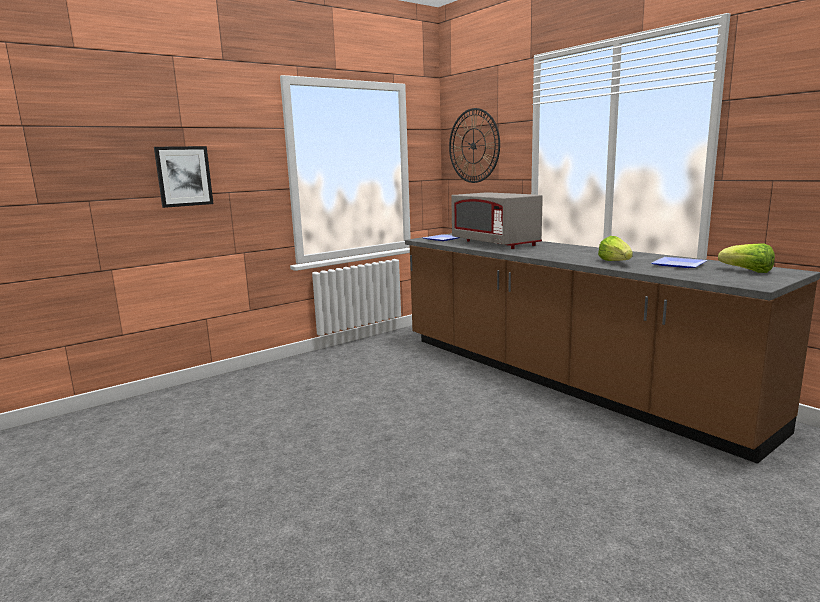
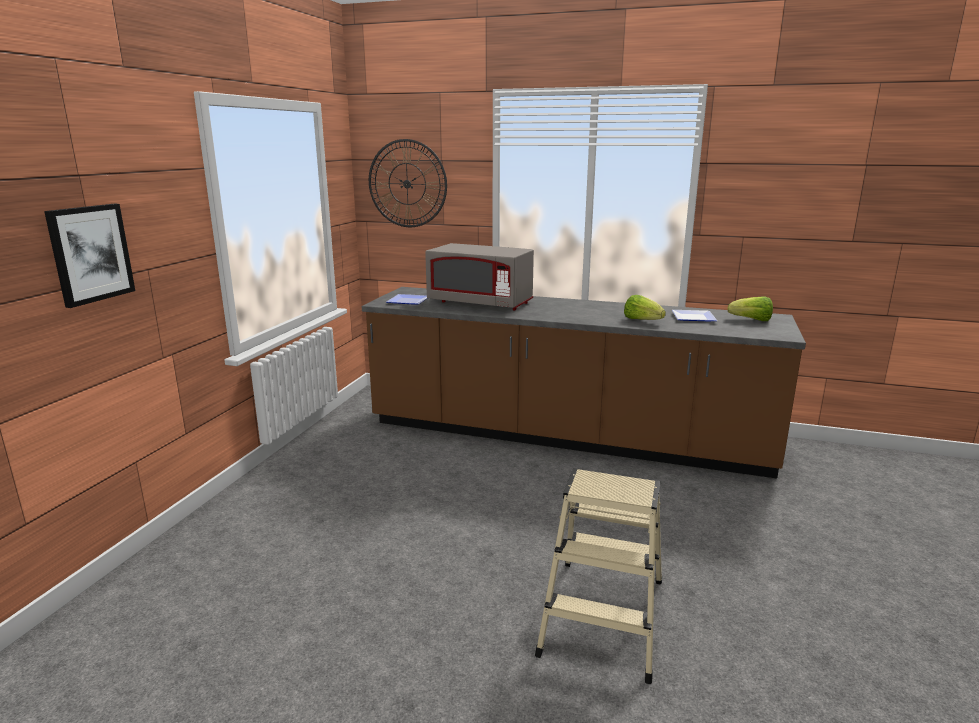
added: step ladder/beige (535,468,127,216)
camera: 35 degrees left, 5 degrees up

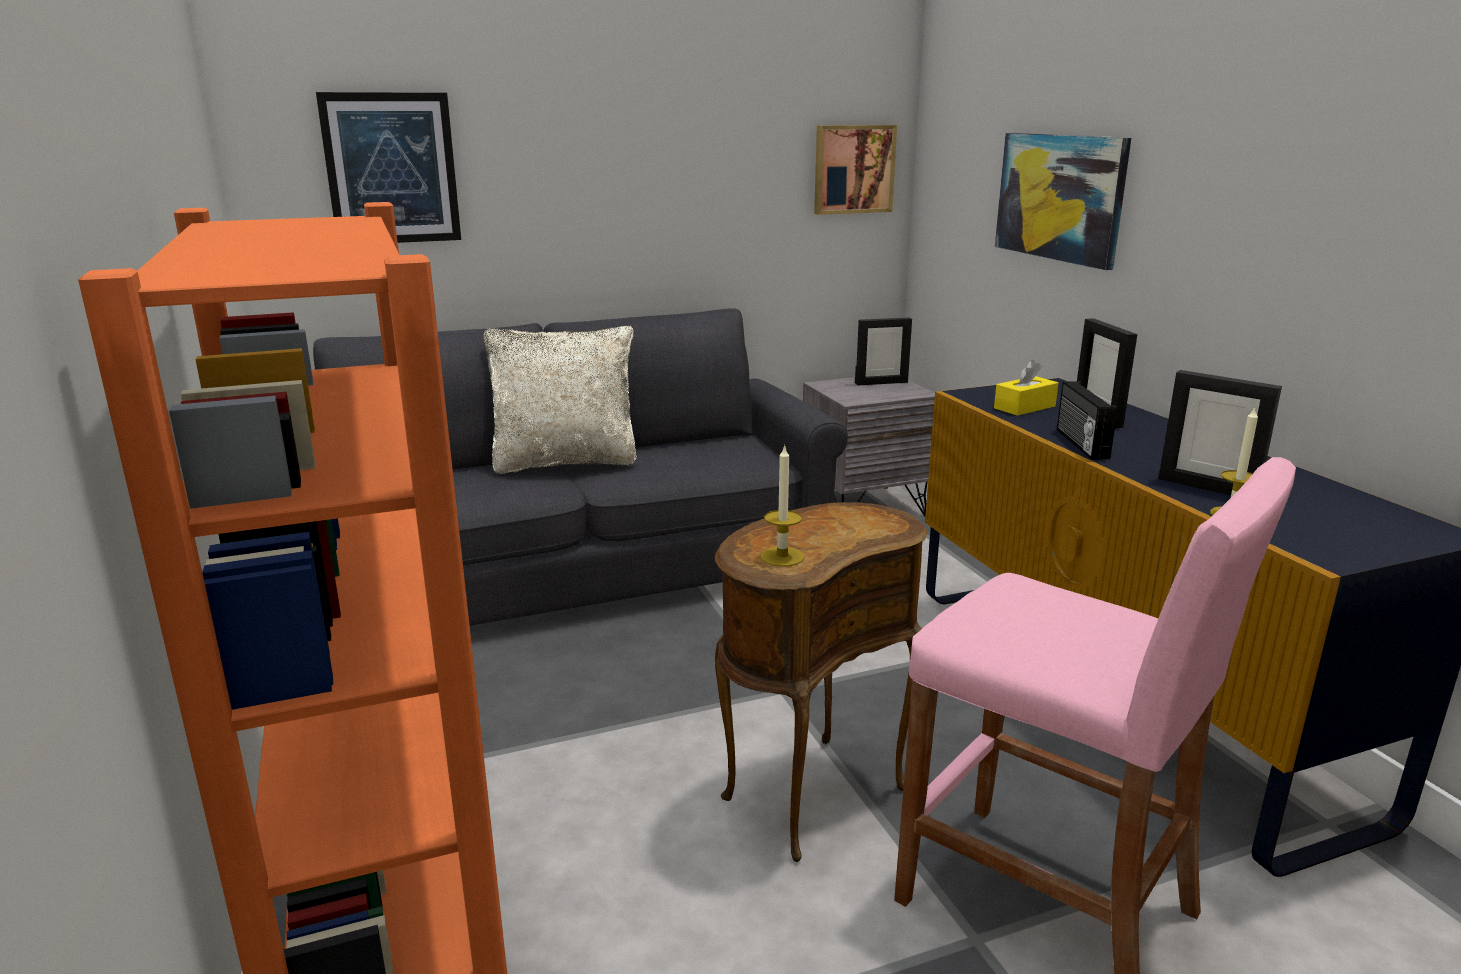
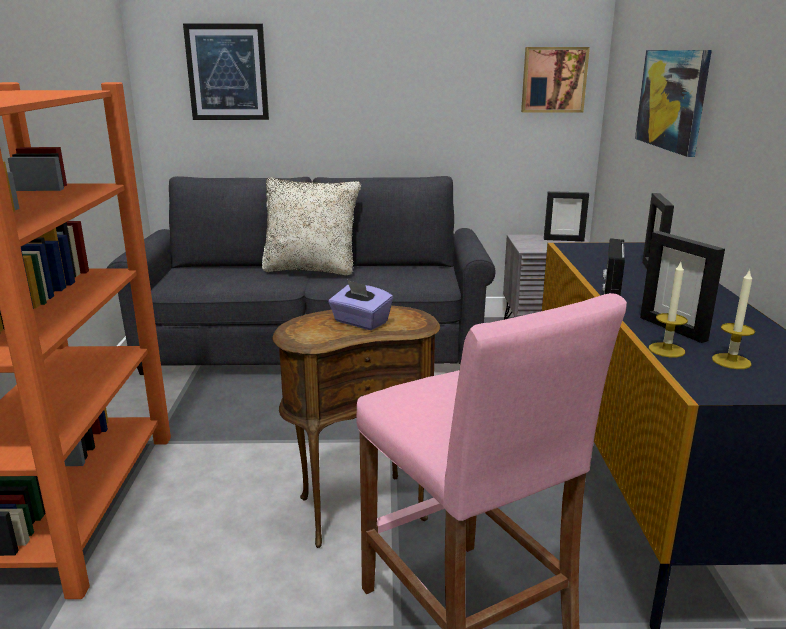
removed: tissue box/yellow (994,360,64,56)
added: tissue box/purple (329,280,64,50)
moved: candle (760,444,44,123) to (712,269,43,100)
camera: 20 degrees right, 0 degrees up

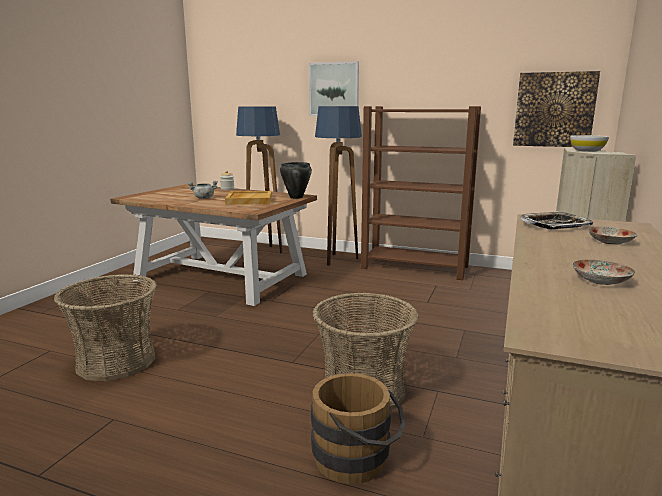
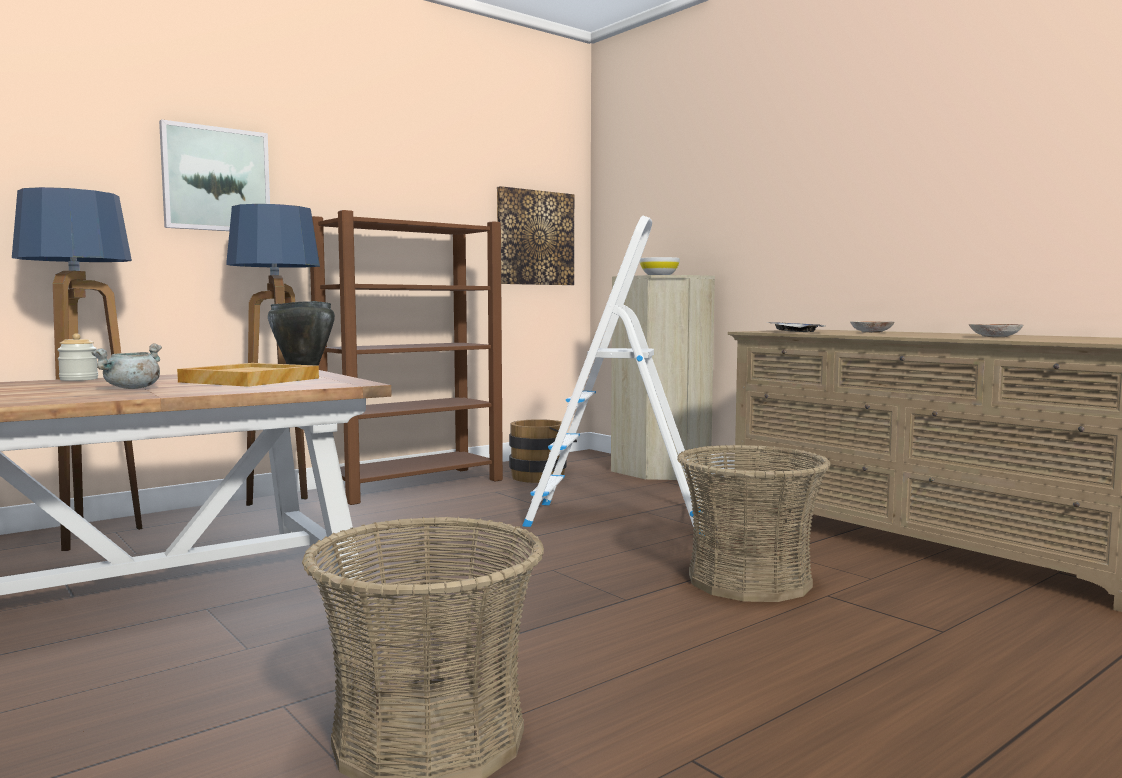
added: step ladder/white (522,216,183,320)
moved: bucket/brown (311,373,94,111) to (509,419,68,64)
camera: 60 degrees left, 10 degrees down

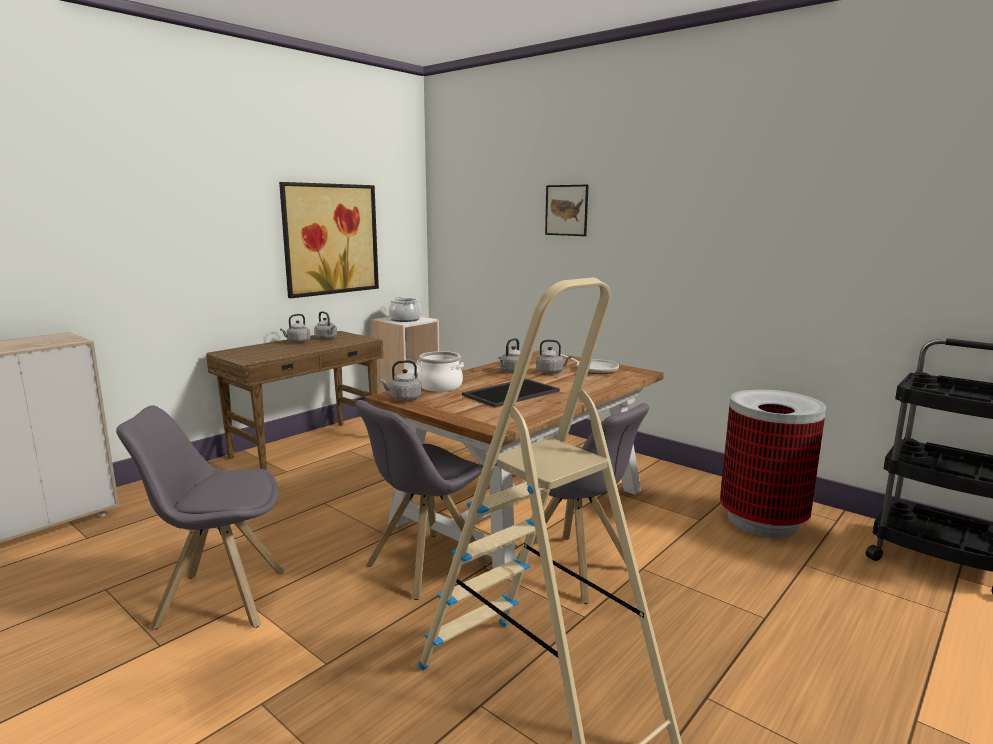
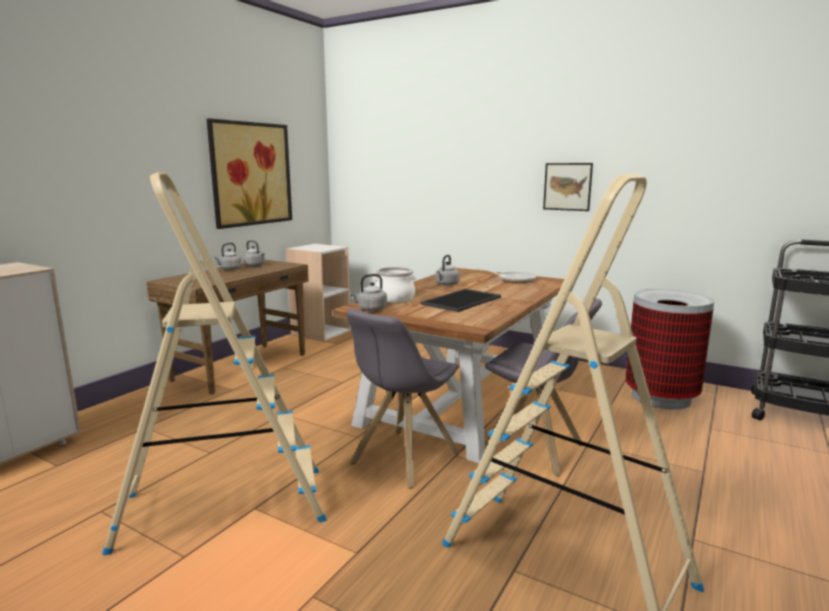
removed: cooking pot (388,297,33,25); kettle/grey (536,340,36,34)
moved: picture (545,185,44,51) to (543,163,50,48)
replaced: chair/grey (116,405,169,225) to step ladder/beige (102,172,225,383)
camera: 10 degrees left, 0 degrees up

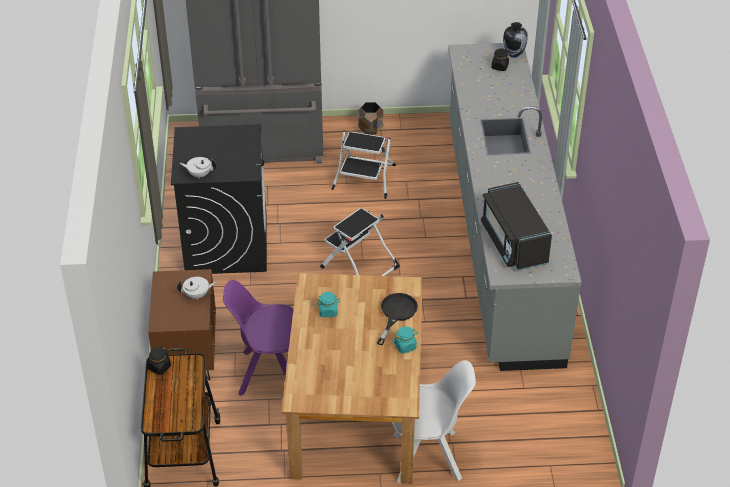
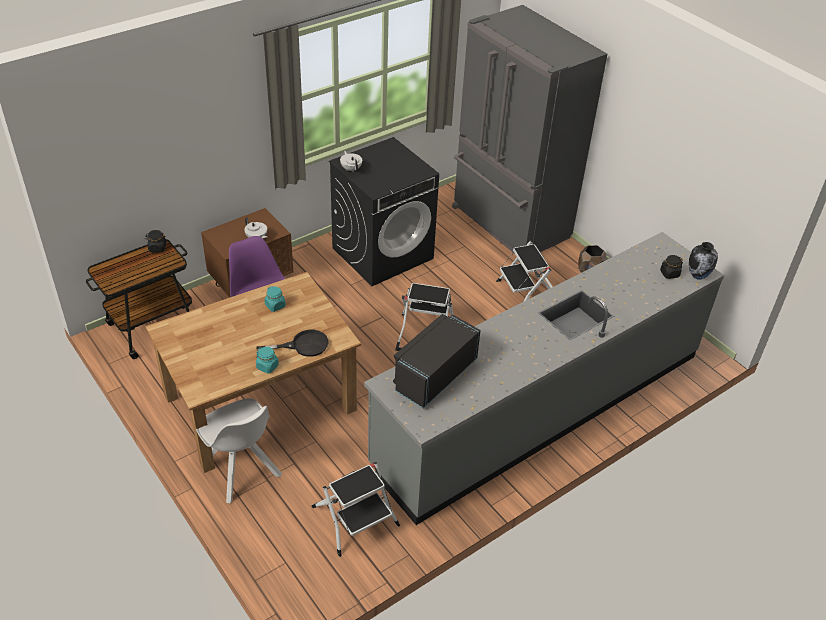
added: step ladder (311,462,89,95)
camera: 55 degrees right, 0 degrees up

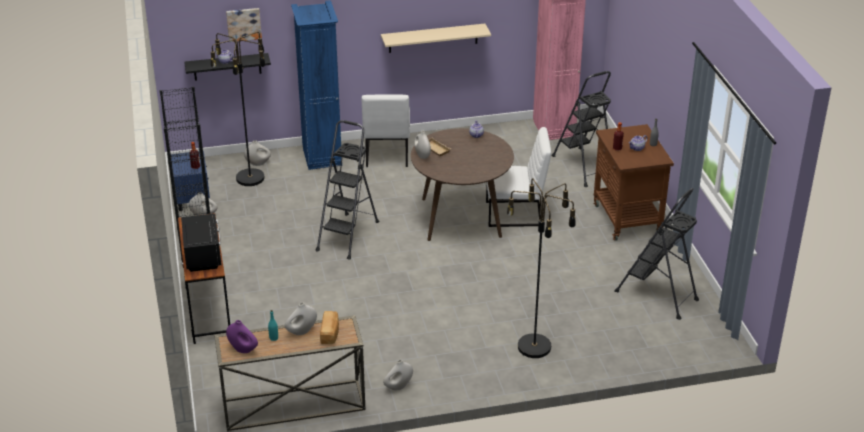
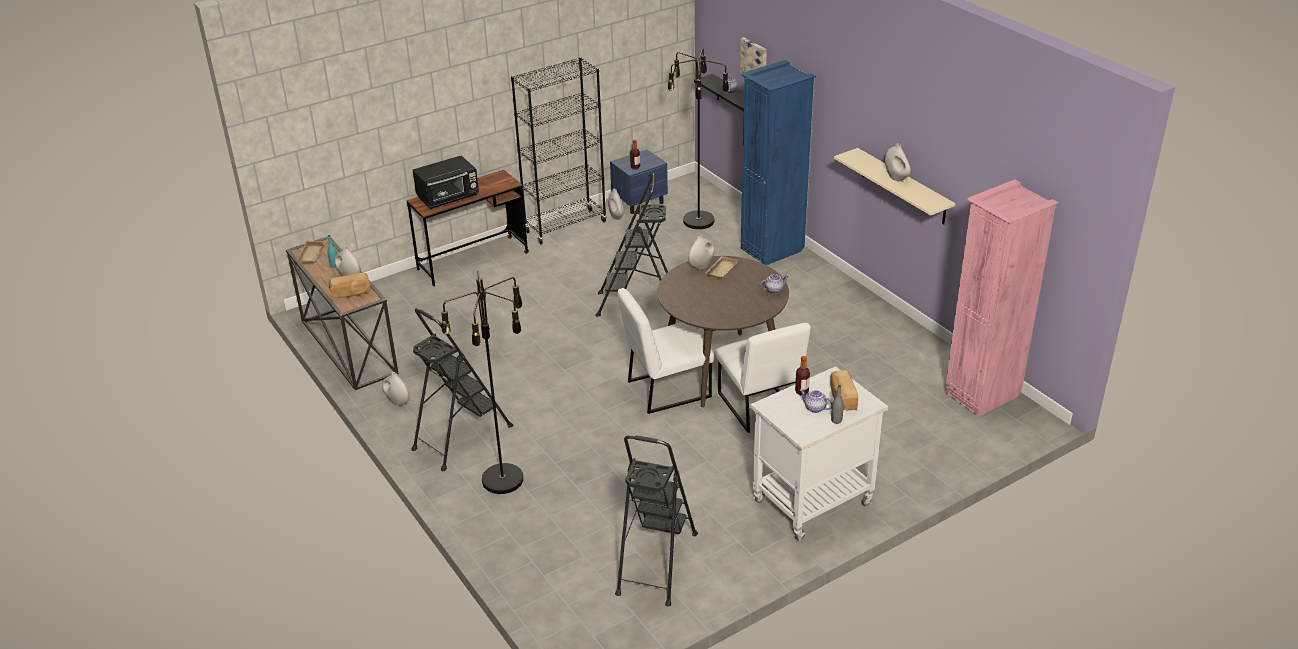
added: bread (830,370,28,40)
moved: step ladder (551,71,60,116) to (411,308,103,163); chair/white (362,94,48,73) to (618,288,96,126); vase/white (244,140,27,26) to (885,144,26,37)
replaced: vase/purple (226,320,32,33) to tray/beige (297,241,27,23)
recoloured: cart/brown (593,124,81,117) to cart/white (751,366,137,175)
camera: 70 degrees right, 0 degrees up

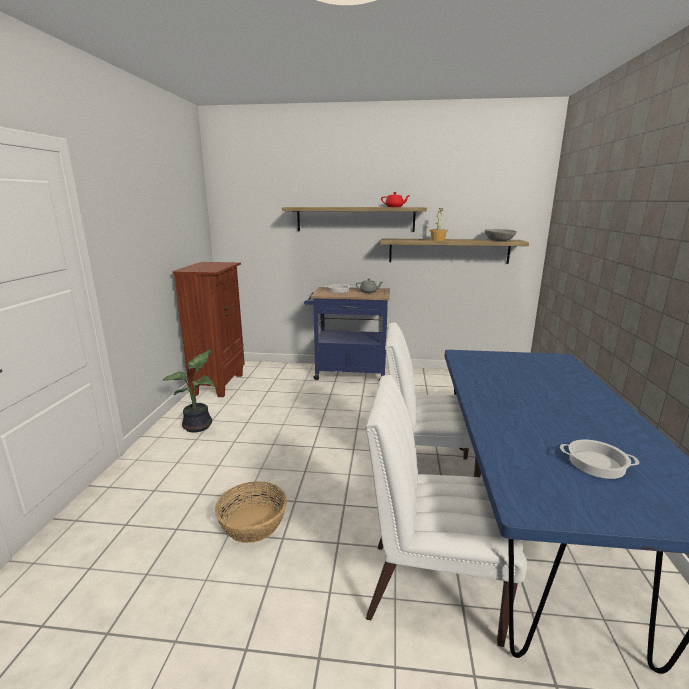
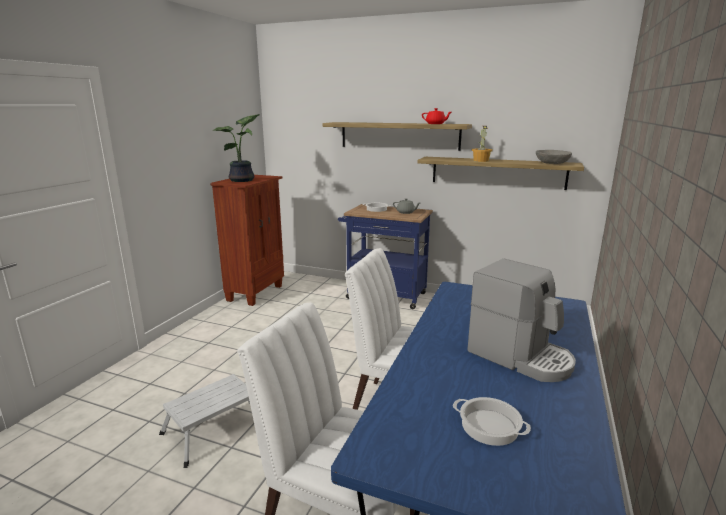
added: coffee machine (467,259,109,123)
moved: potted plant (162,350,52,82) to (214,114,45,68)
replaced: basket (215,481,72,62) to step ladder/white (159,374,91,94)
camera: 15 degrees right, 0 degrees up

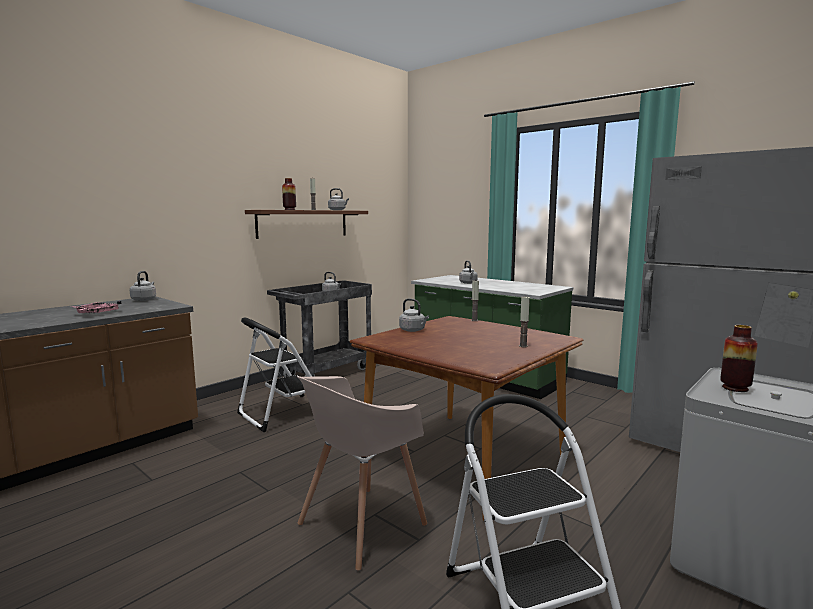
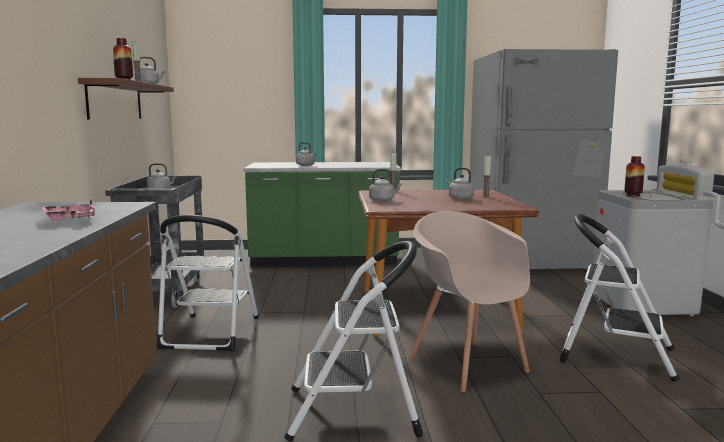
added: step ladder (284,241,139,200)
moved: kettle/grey (130,271,26,30) to (446,168,28,32)
turned: chair/beige (297,376,130,195) = (409,211,121,181) 150 degrees clockwise
camera: 45 degrees left, 0 degrees up

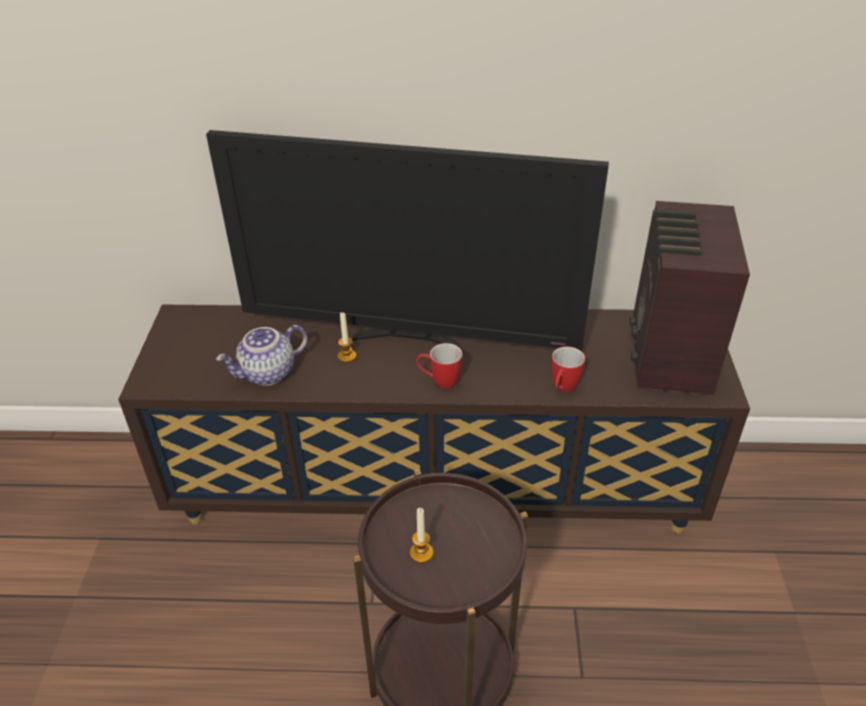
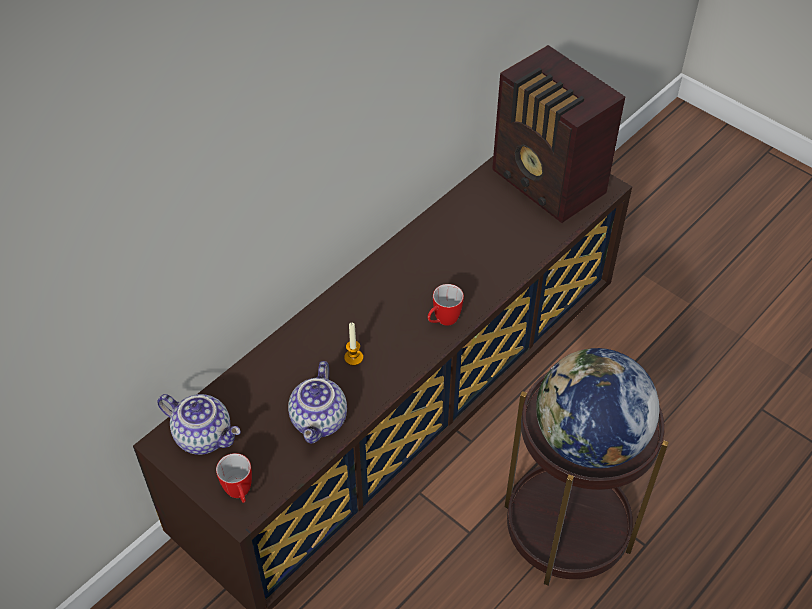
removed: television (206,130,403,221)
added: teapot (157,394,84,61)
moved: mug (552,347,33,45) to (216,453,36,50)
replaced: candle (410,508,23,55) to globe (536,348,123,120)
camera: 50 degrees left, 10 degrees up

